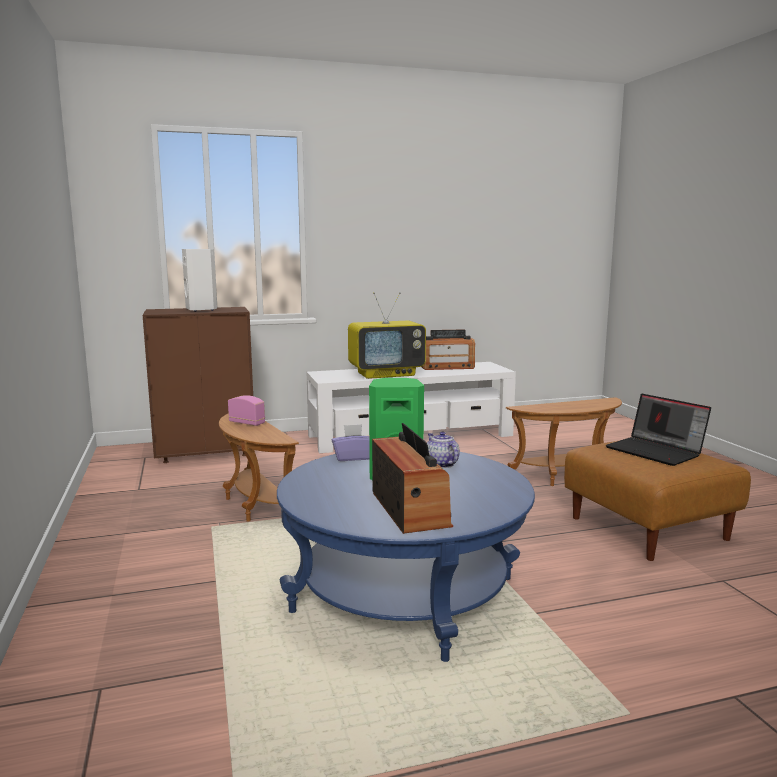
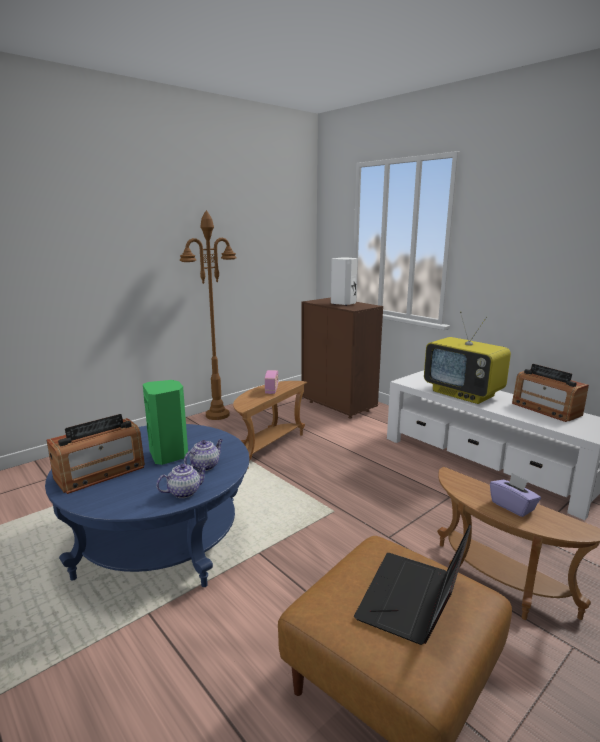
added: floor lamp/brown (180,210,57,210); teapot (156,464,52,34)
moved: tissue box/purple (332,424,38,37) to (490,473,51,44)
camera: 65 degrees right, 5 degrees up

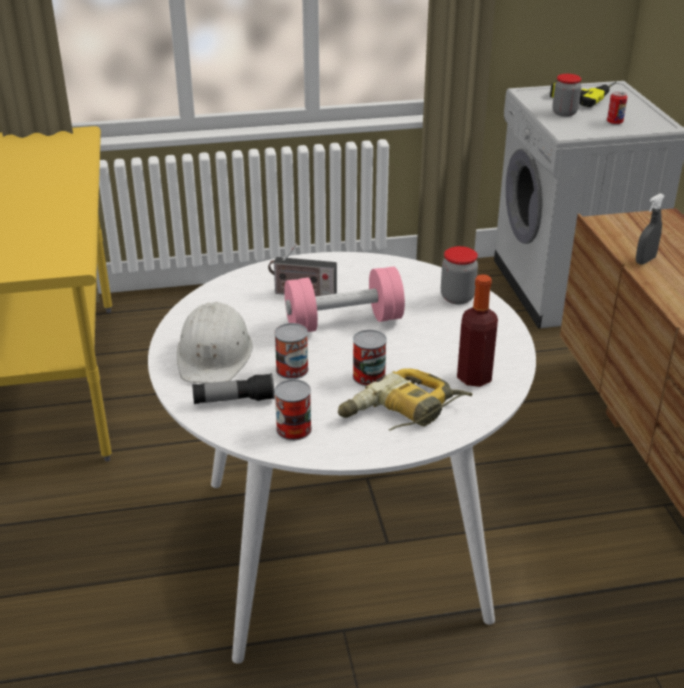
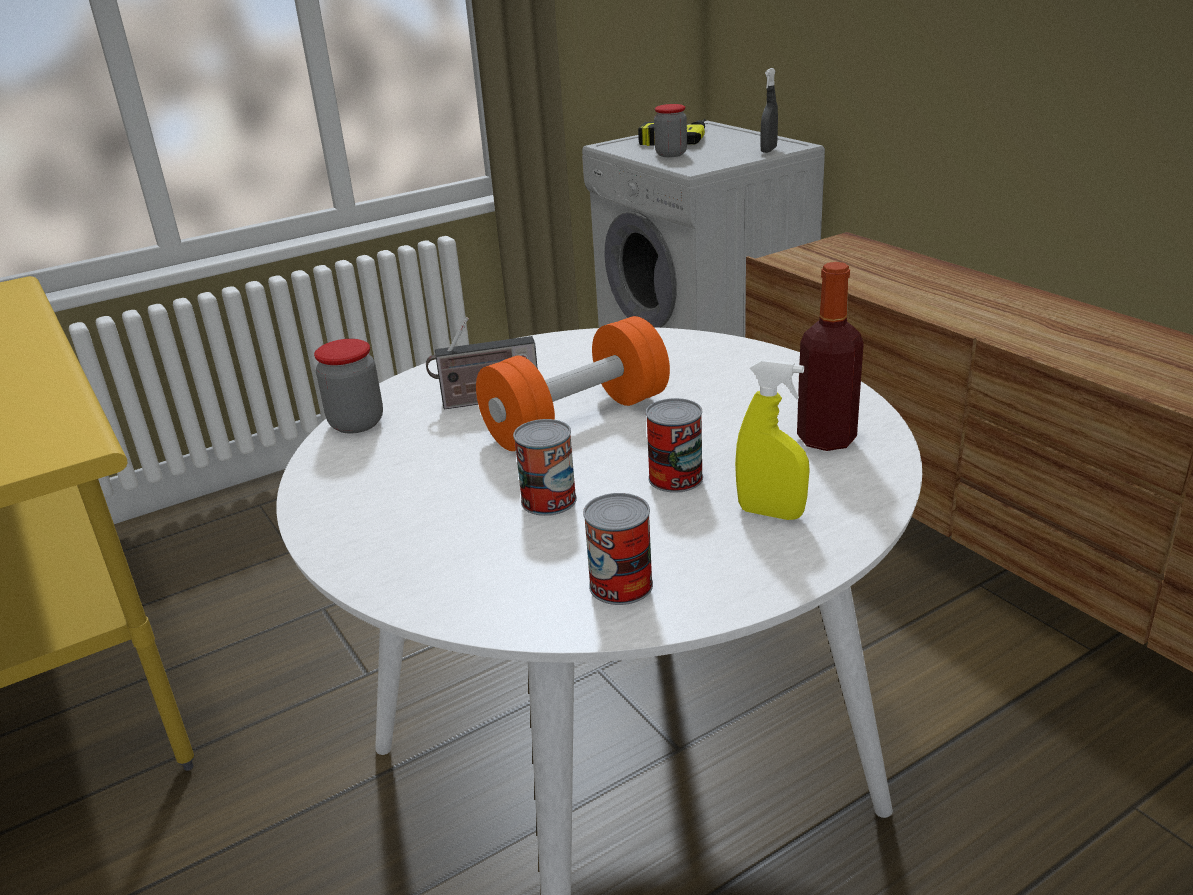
removed: can (607,91,20,34); hard hat/white (177,302,76,81); flashlight (192,373,83,31)
moved: spray bottle/grey (636,193,29,72) to (760,68,18,85); jar (441,246,37,58) to (314,339,69,95)
replaced: power drill (338,368,135,63) to spray bottle/yellow (735,359,75,161)
recoloured: dumbbell/pink (284,267,121,65) to dumbbell/orange (476,316,194,135)
camera: 20 degrees left, 5 degrees down

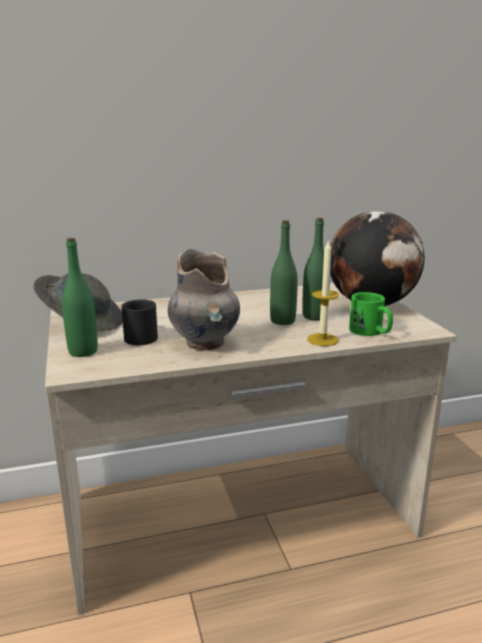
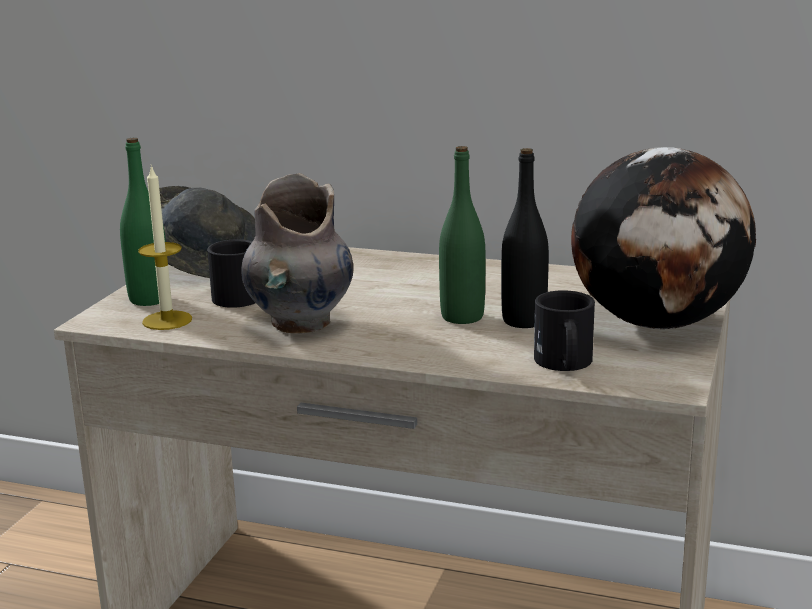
moved: candle (307,239,32,107) to (138,165,54,165)
recoloured: bottle/green (302,218,28,102) to bottle/black (501,148,48,180); mug/green (349,292,44,44) to mug/black (534,290,61,81)
camera: 35 degrees right, 0 degrees up

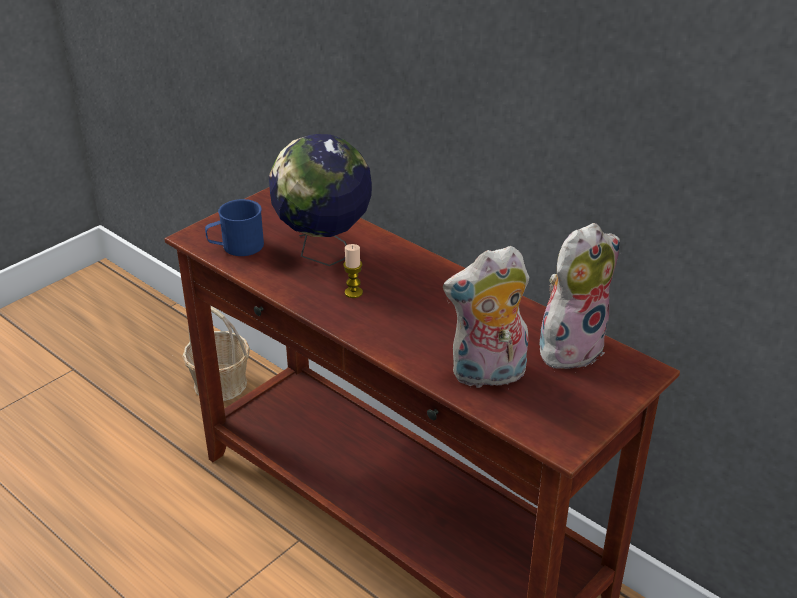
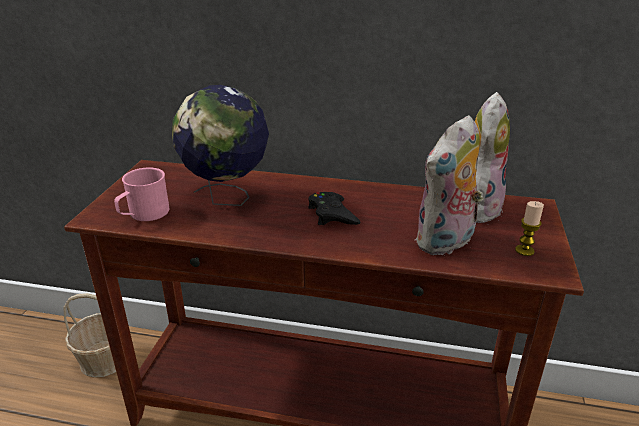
added: game controller/black (308,192,52,33)
moved: candle (343,244,20,54) to (515,201,29,55)
recoloured: mug/blue (205,199,59,57) to mug/pink (114,168,55,53)
camera: 30 degrees left, 5 degrees down

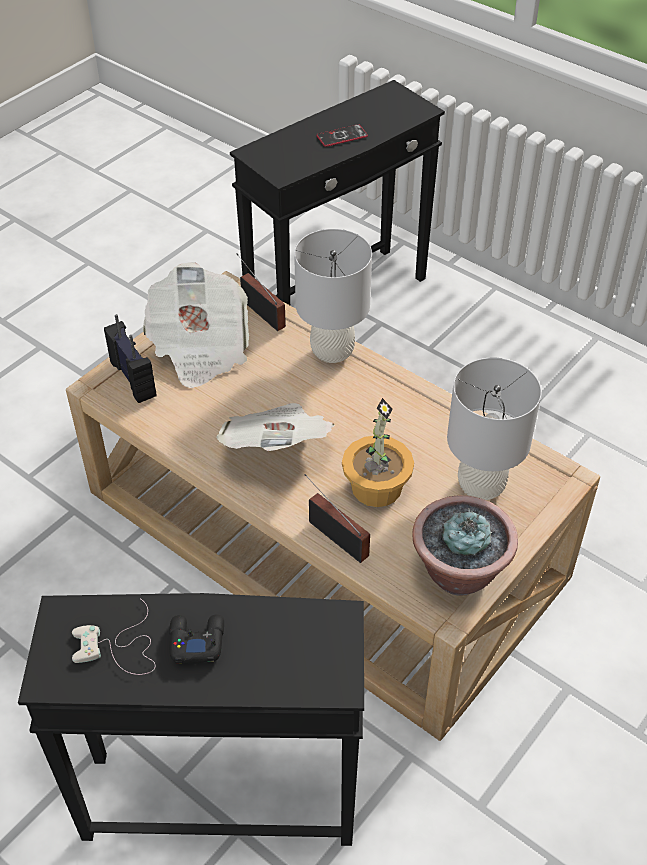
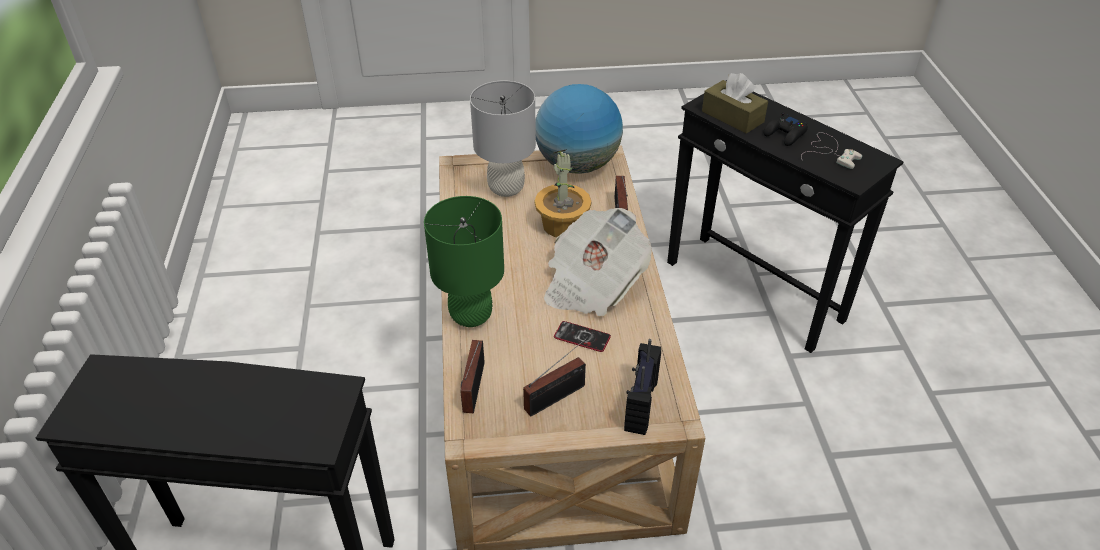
added: tissue box/brown (702,73,66,61)
moved: phone (316,124,52,23) to (554,321,57,31)
replaced: newspaper (142,262,107,126) to radio (523,337,65,79); potted plant (412,495,106,101) to globe (535,84,88,90)
recoloured: table lamp/grey (294,229,78,134) to table lamp/green (424,196,80,131)
camera: 135 degrees left, 5 degrees down

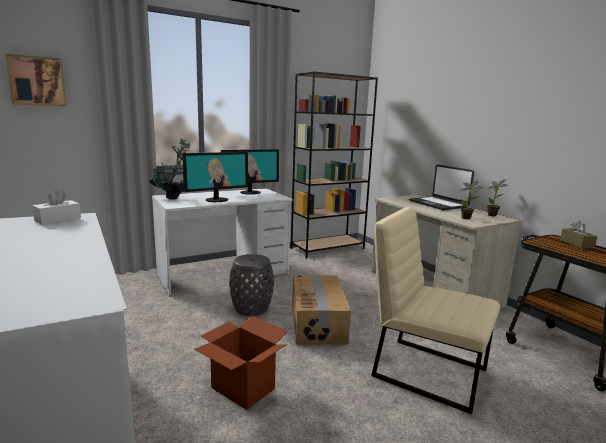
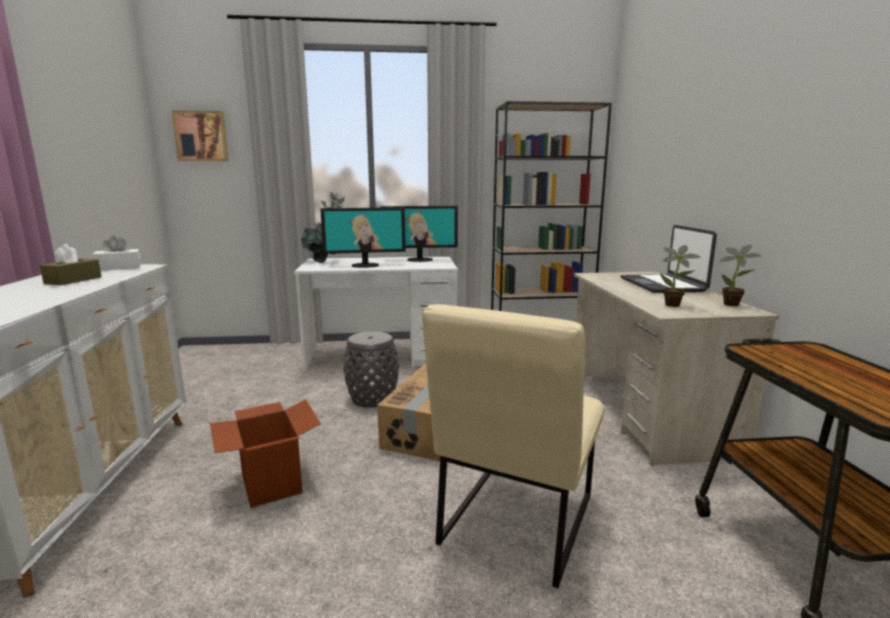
moved: tissue box/brown (560,221,38,28) to (40,244,62,41)
turned: chair/beige (371,207,129,207) = (422,304,183,284) 120 degrees counterclockwise
camera: 25 degrees right, 0 degrees up

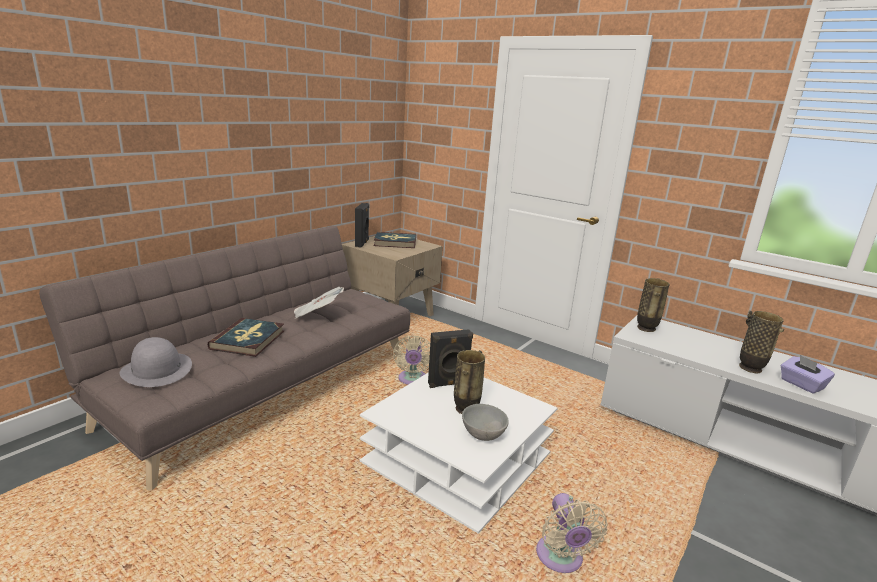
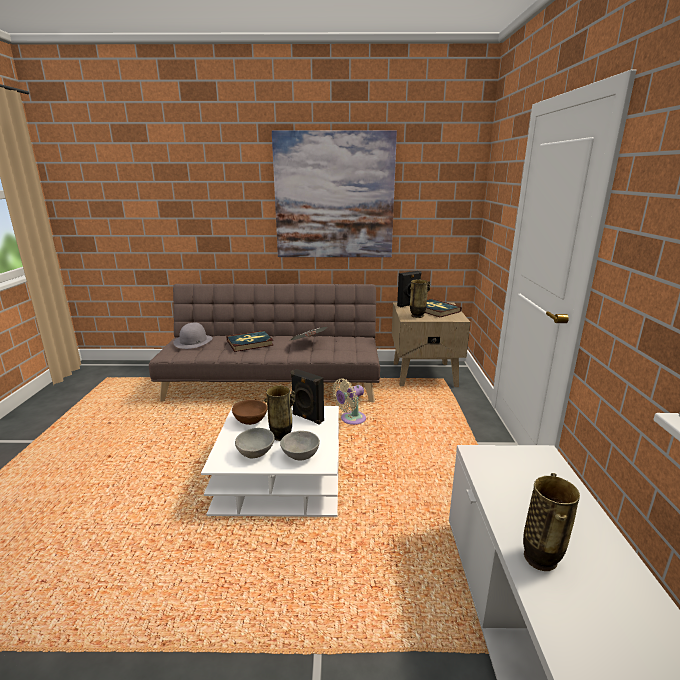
removed: tissue box/purple (781,355,54,39); fan/beige (536,493,72,80)
added: picture (272,130,125,127); bowl/brown (232,400,35,25); bowl/grey (280,431,40,29)
moved: vase (637,278,33,54) to (410,279,20,39)
camera: 55 degrees right, 0 degrees up

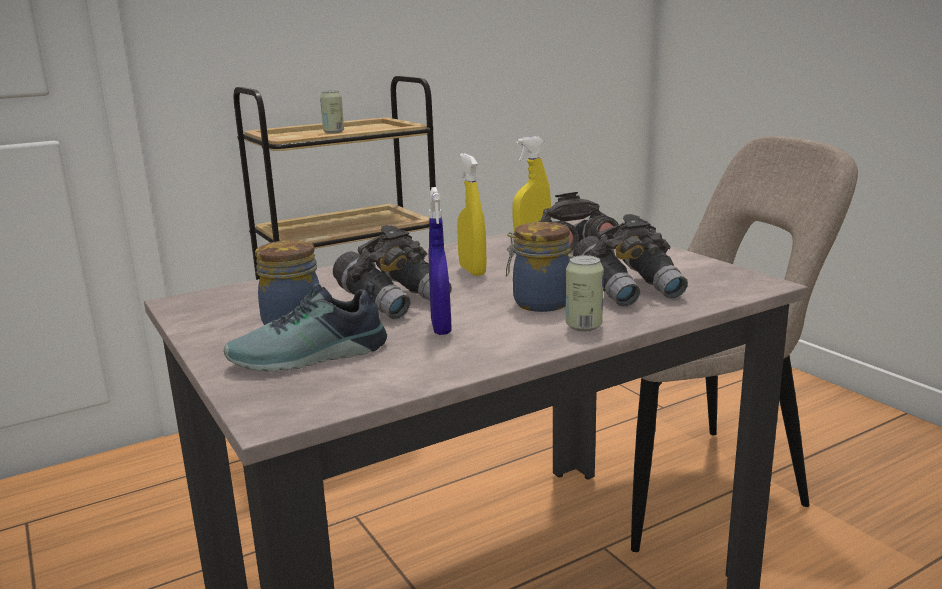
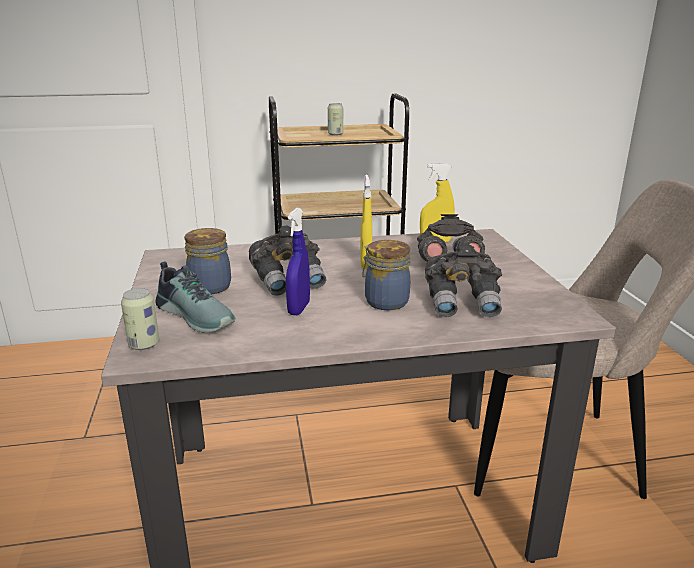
moved: can (566,255,38,76) to (121,288,38,62)
turned: shoe (224,282,163,90) = (155,262,81,71) 135 degrees counterclockwise
camera: 20 degrees right, 5 degrees up

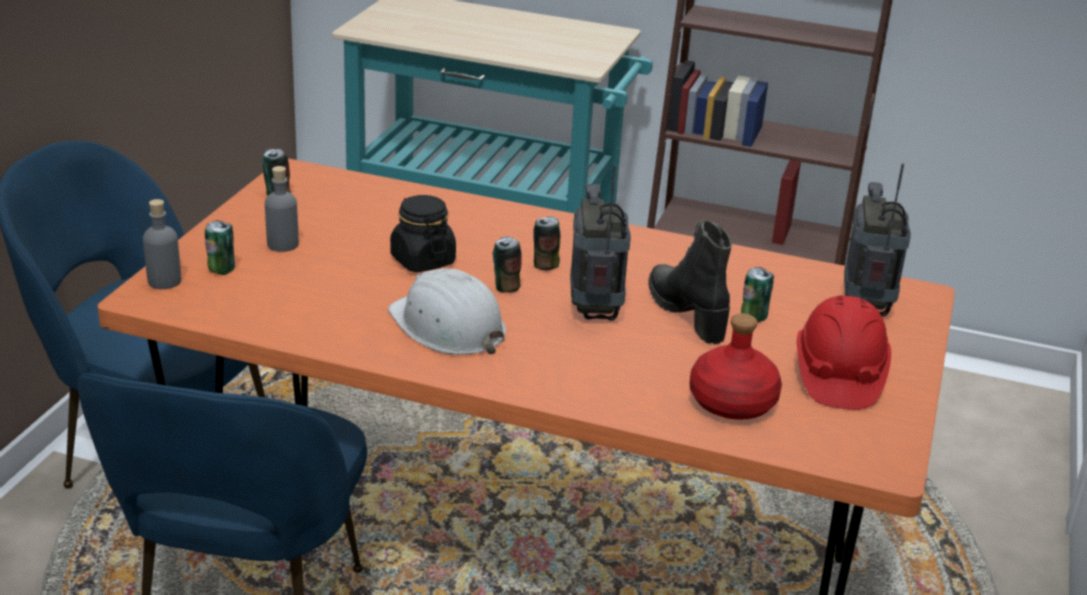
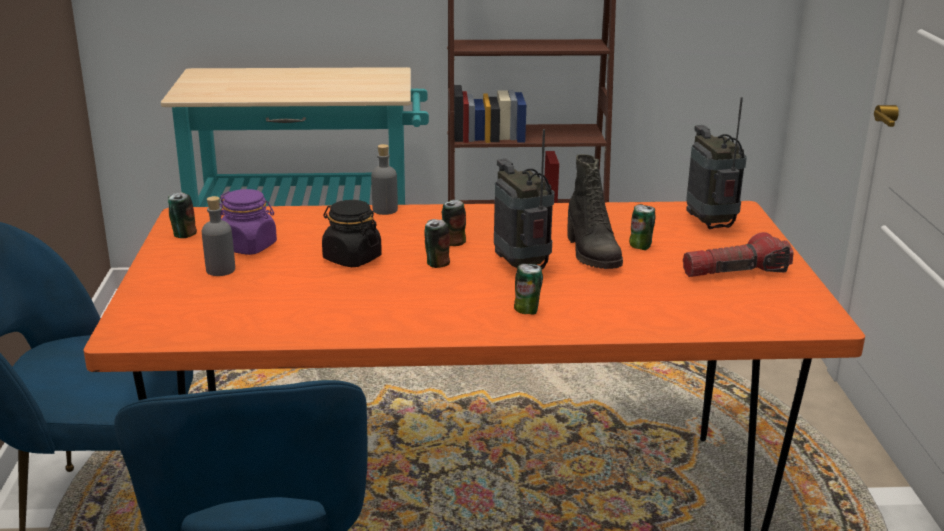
removed: hard hat/white (388,268,118,87); bottle/red (690,313,92,107)
added: jar/purple (219,189,58,66)
moved: bottle/grey (143,199,38,90) to (371,144,27,71); can (205,220,30,55) to (514,263,29,51)
replaced: hard hat/red (797,295,94,115) to flashlight (683,232,111,45)
turned: boot/black (648,220,84,124) = (567,154,56,115) 150 degrees counterclockwise
camera: 20 degrees left, 5 degrees down

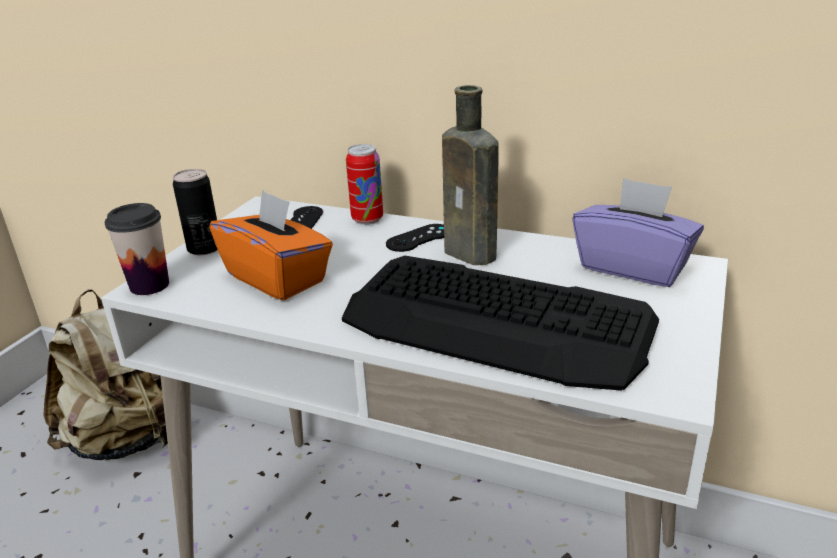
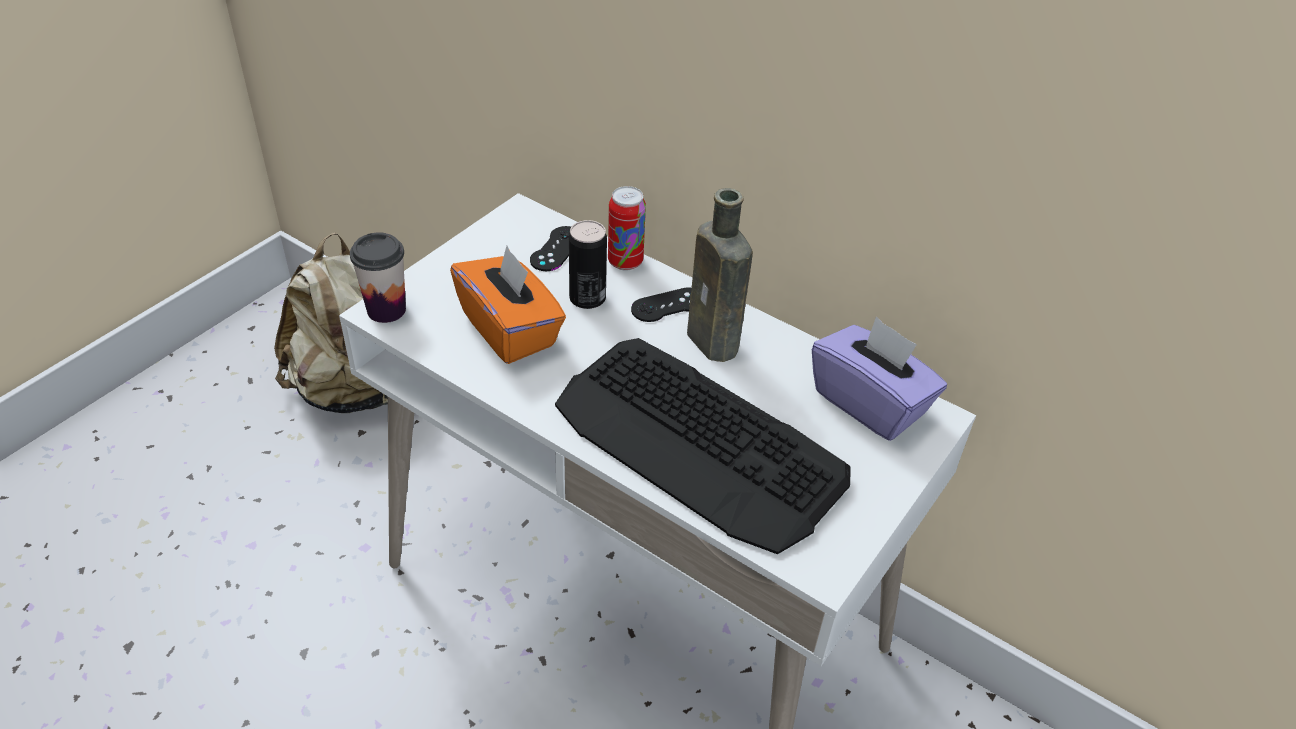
moved: can (173,169,45,86) to (569,220,38,89)
camera: 10 degrees right, 15 degrees up

